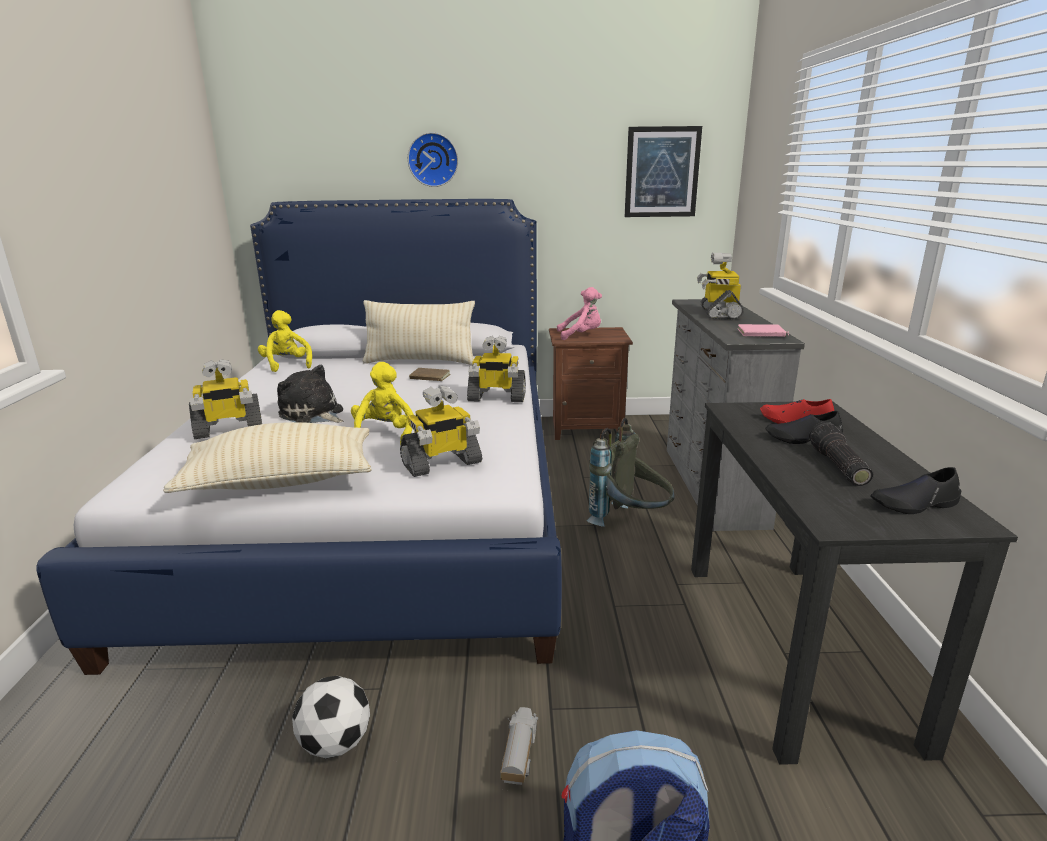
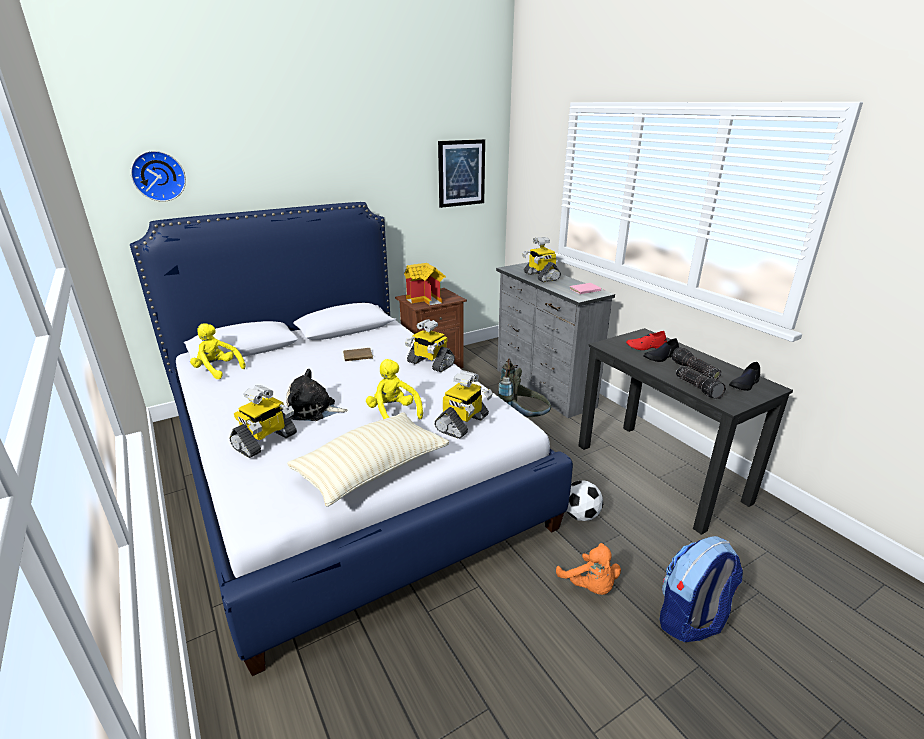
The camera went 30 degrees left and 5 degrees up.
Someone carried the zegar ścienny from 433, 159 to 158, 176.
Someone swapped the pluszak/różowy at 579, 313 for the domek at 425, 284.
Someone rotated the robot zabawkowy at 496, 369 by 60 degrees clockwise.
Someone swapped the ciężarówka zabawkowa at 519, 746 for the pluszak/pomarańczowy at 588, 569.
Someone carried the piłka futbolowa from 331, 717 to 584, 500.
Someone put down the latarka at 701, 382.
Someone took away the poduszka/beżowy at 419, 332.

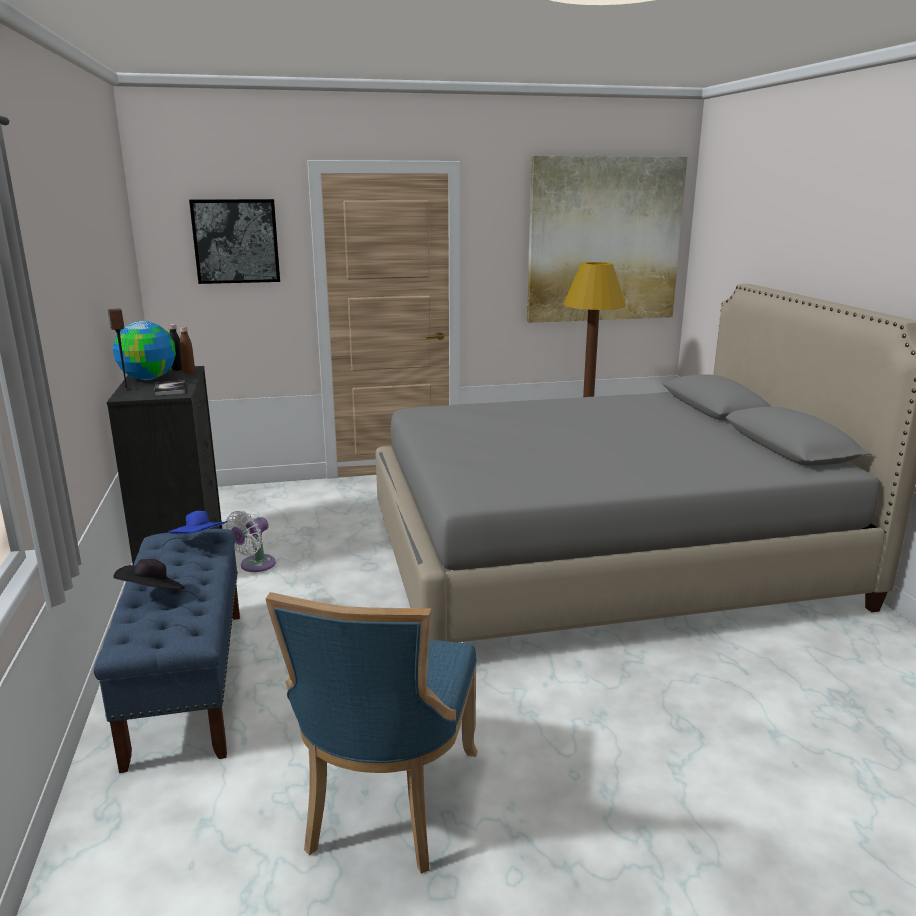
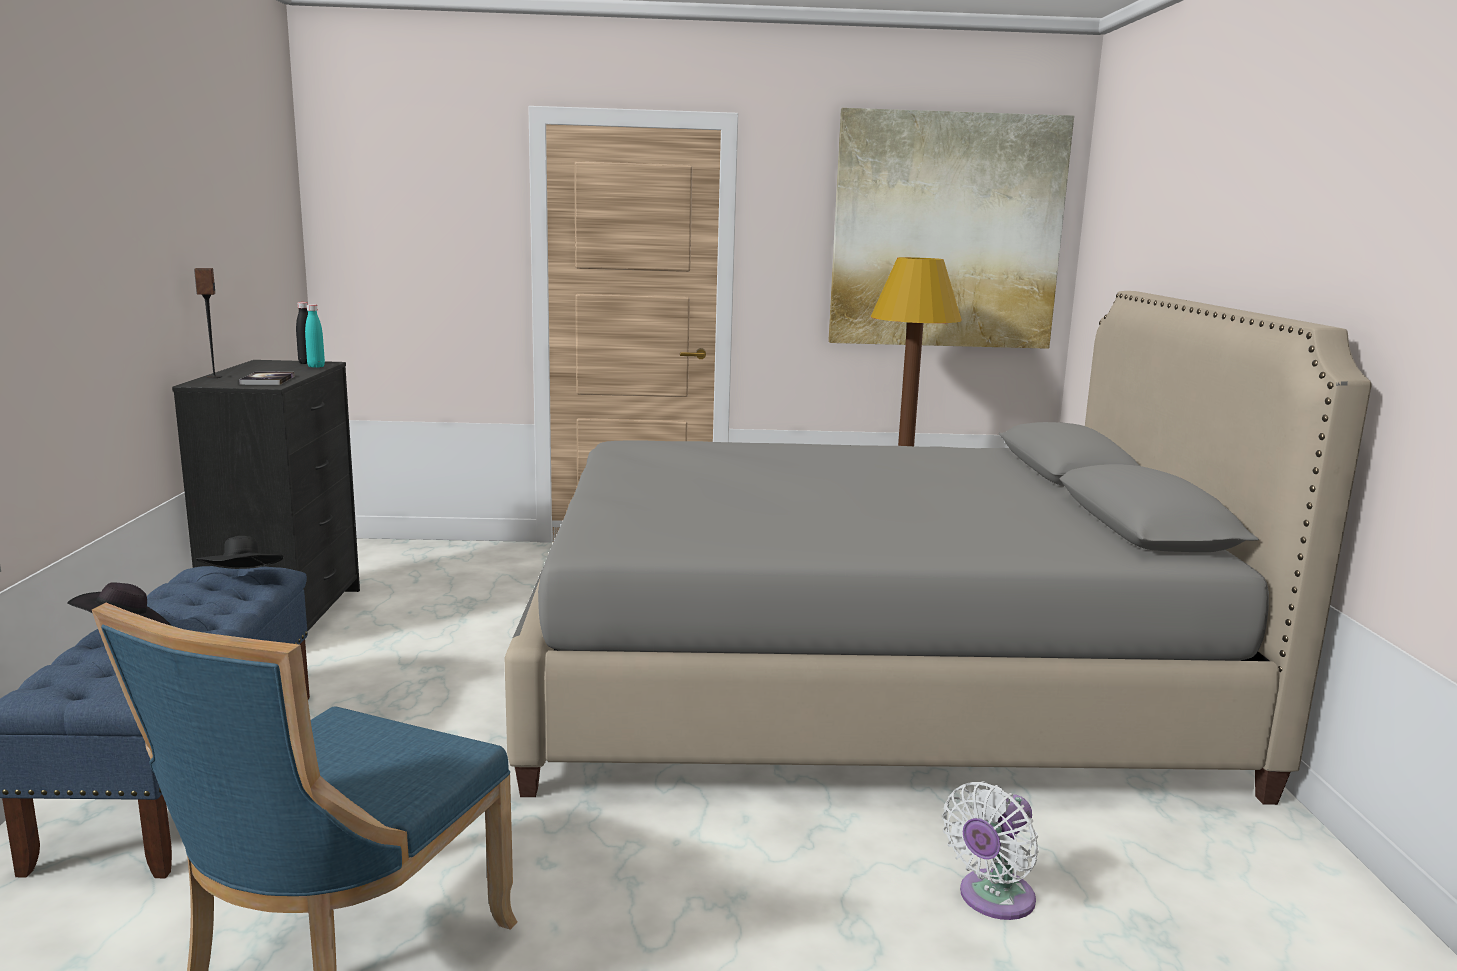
The camera went 10 degrees right and 5 degrees down.
Someone repainted the kapelusz/niebieski at 197, 522, which became the kapelusz/czarny at 239, 552.
Someone repainted the butelka/brązowy at 187, 350, which became the butelka/turkusowy at 315, 336.
Someone carried the wentylator/biały from 250, 541 to 990, 850.
Someone took away the globus at 144, 350.
Someone took away the obraz at 234, 241.

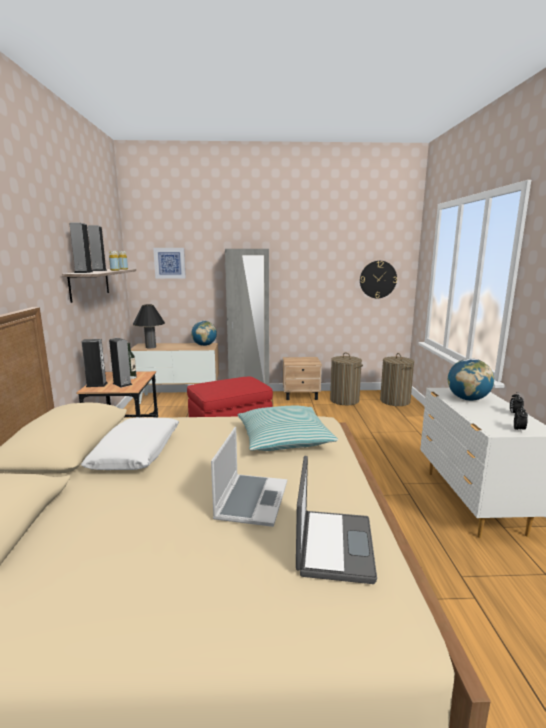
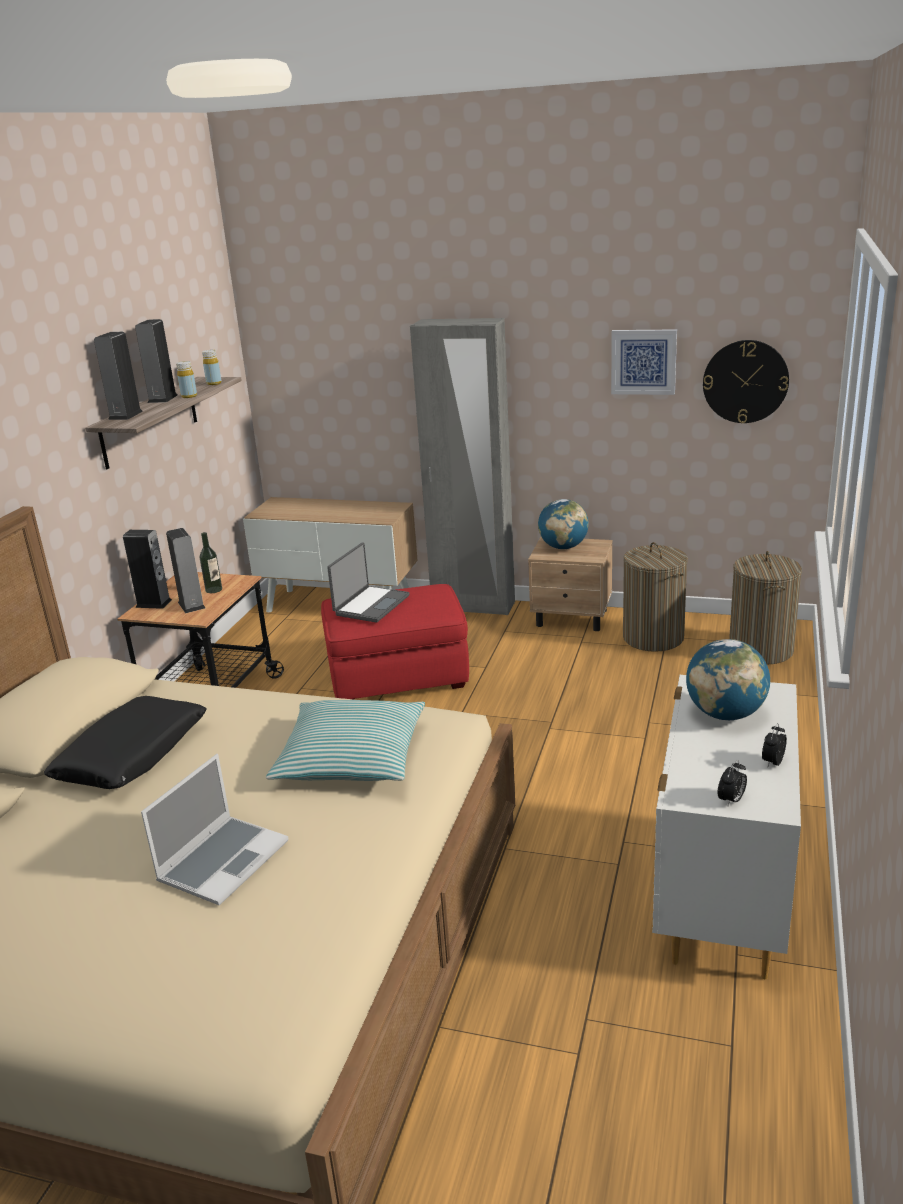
The camera went 20 degrees right and 10 degrees up.
Someone repainted the poduszka/biały at 130, 443, which became the poduszka/czarny at 125, 742.
Someone carried the laptop from 336, 520 to 368, 582.
Someone carried the globus from 204, 333 to 563, 524.
Someone carried the obraz from 169, 263 to 644, 362.
Someone took away the lampa stołowa/czarny at 149, 326.

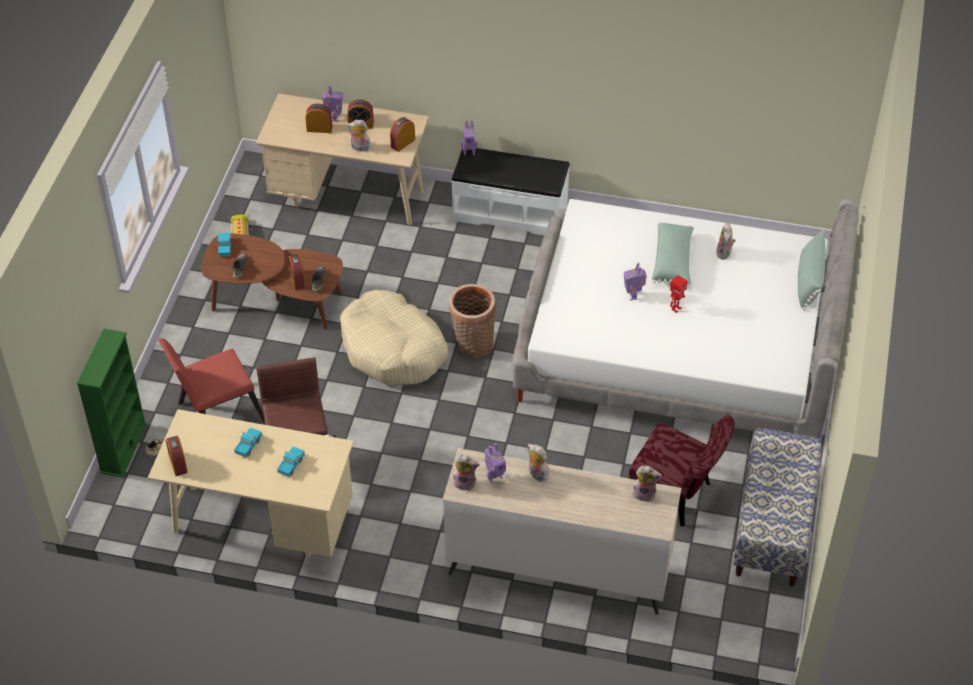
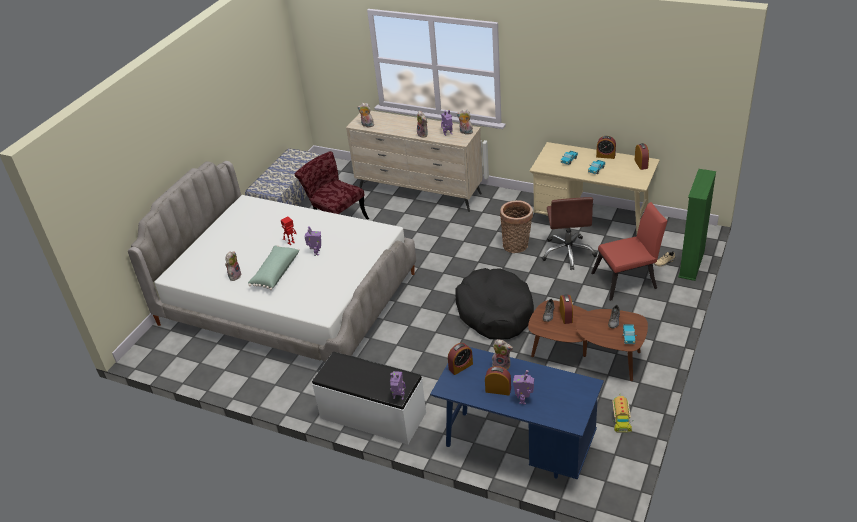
The camera went 165 degrees left and 10 degrees down.
Someone repainted the biurko/beżowy at 342, 159, which became the biurko/niebieski at 517, 413.
Someone repainted the legowisko/beżowy at 394, 337, which became the legowisko/czarny at 494, 304.
Someone carried the koszyk from 472, 320 to 516, 226.
Someone carried the budzik from 319, 118 to 606, 147.
Someone took away the poduszka/zielony at 812, 270.

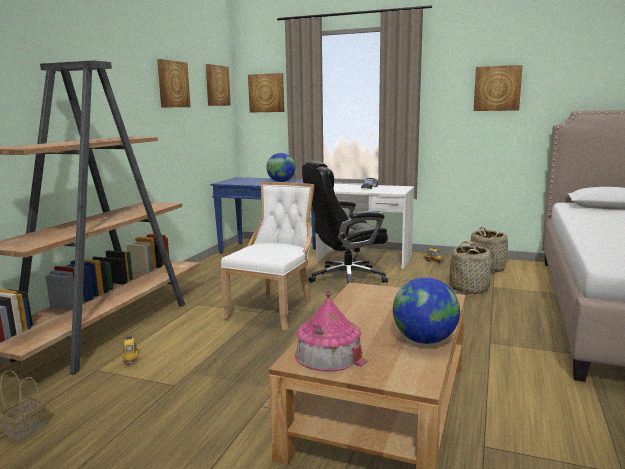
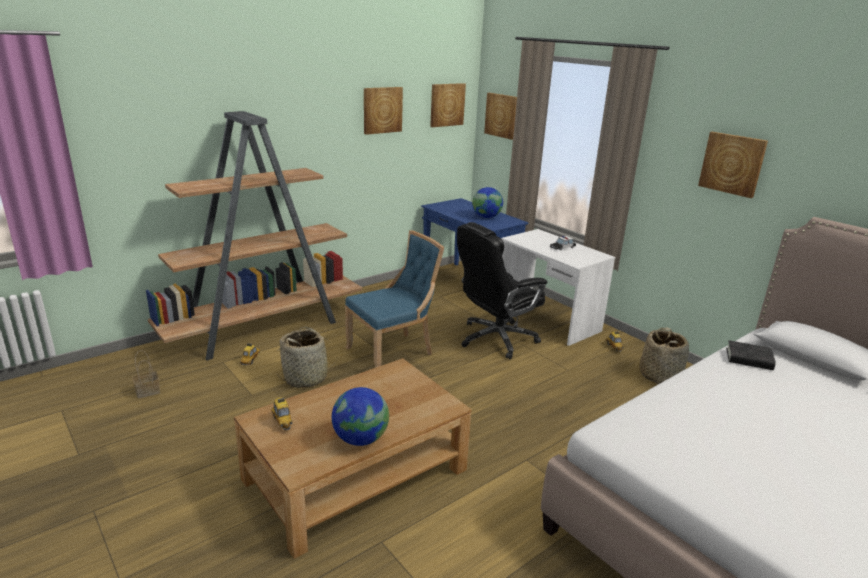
The camera went 30 degrees right and 10 degrees up.
Someone swapped the domek at 331, 331 for the samochodzik at 282, 414.
Someone carried the koszyk from 471, 267 to 307, 357.
Someone repainted the krzesło/biały at 268, 256, which became the krzesło/niebieski at 394, 299.
Someone rotated the krzesło biurowe/czarny at 345, 222 by 45 degrees counterclockwise.
Someone put down the książka/czarny at 751, 355.

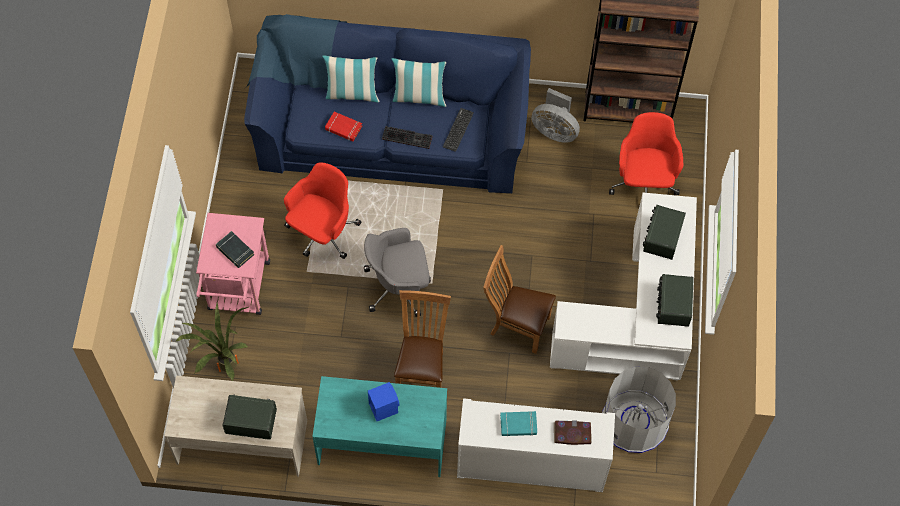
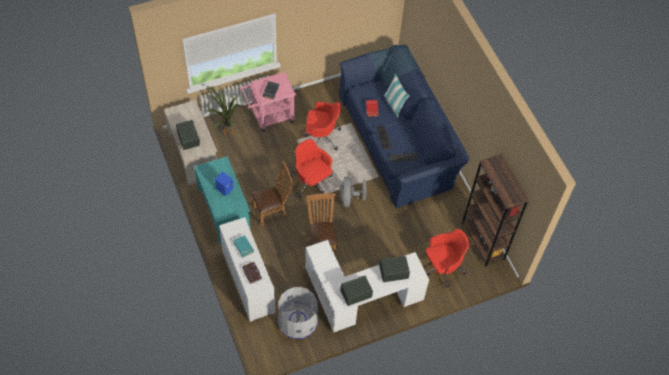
The camera went 60 degrees right and 5 degrees down.
Someone repainted the krzesło biurowe/szary at 397, 272, which became the krzesło biurowe/czerwony at 312, 168.
Someone carried the wentylator/szary from 555, 115 to 353, 192.
Someone took away the poduszka at 419, 82.

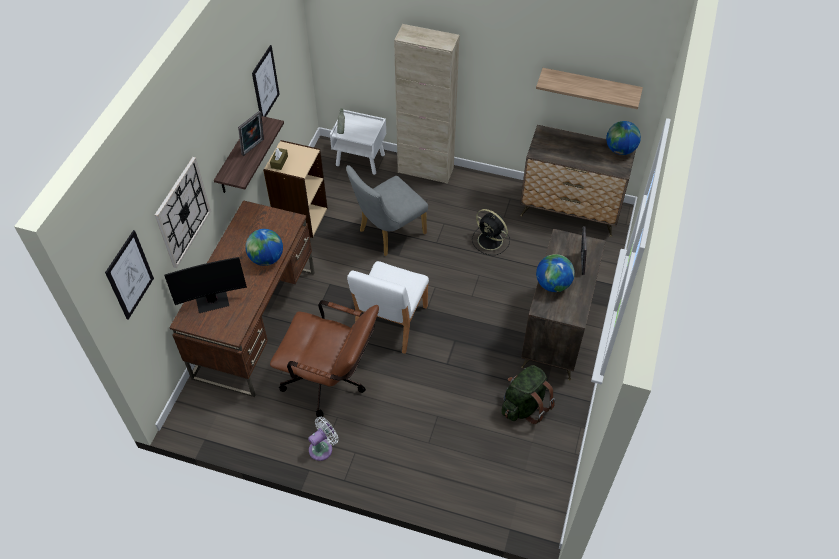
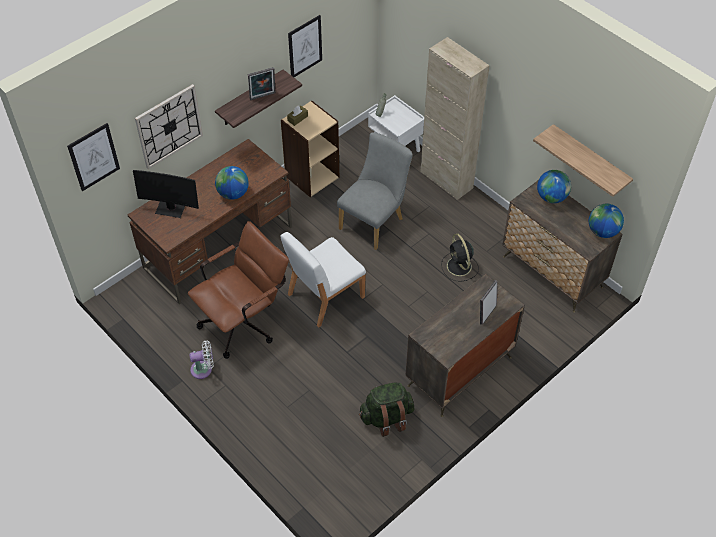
The camera went 30 degrees right and 0 degrees up.
Someone rotated the krzesło biurowe/brązowy at 324, 359 by 90 degrees counterclockwise.
Someone rotated the krzesło/szary at 387, 210 by 135 degrees clockwise.
Someone carried the globus from 555, 273 to 554, 186.

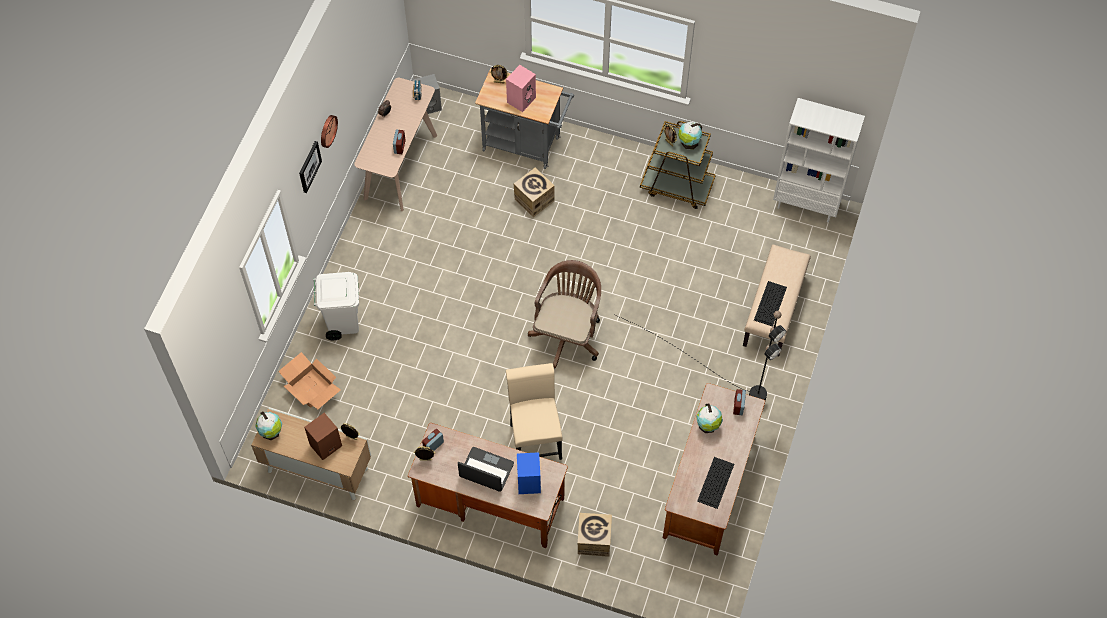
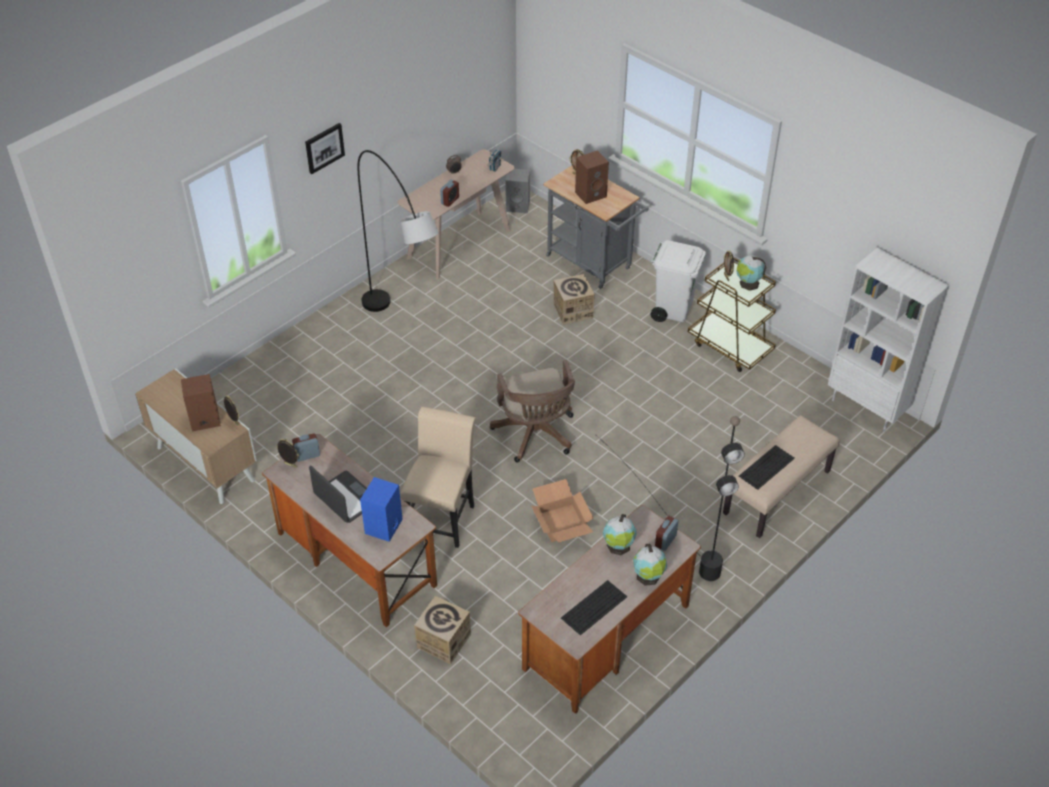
The camera went 25 degrees right and 15 degrees down.
Someone put down the lampa stojąca/szary at 398, 231.
Someone rotated the krzesło biurowe/brązowy at 564, 314 by 120 degrees clockwise.
Someone carried the karton from 309, 380 to 562, 511.
Someone repainted the głośnik/różowy at 521, 88, which became the głośnik/brązowy at 592, 177.
Someone carried the globus from 268, 426 to 650, 565.
Someone carried the kosz na śmieci/biały from 336, 306 to 678, 281.
Someone took away the zegar ścienny at 329, 131.

